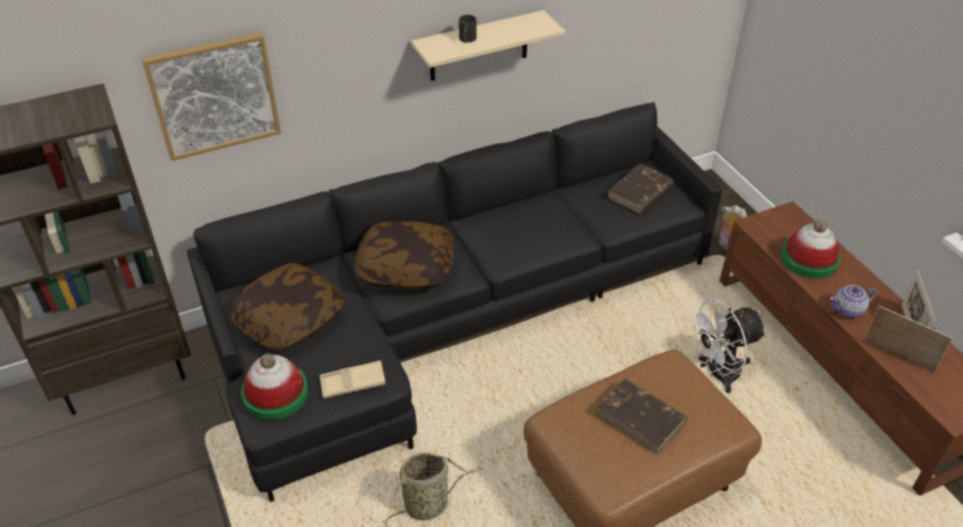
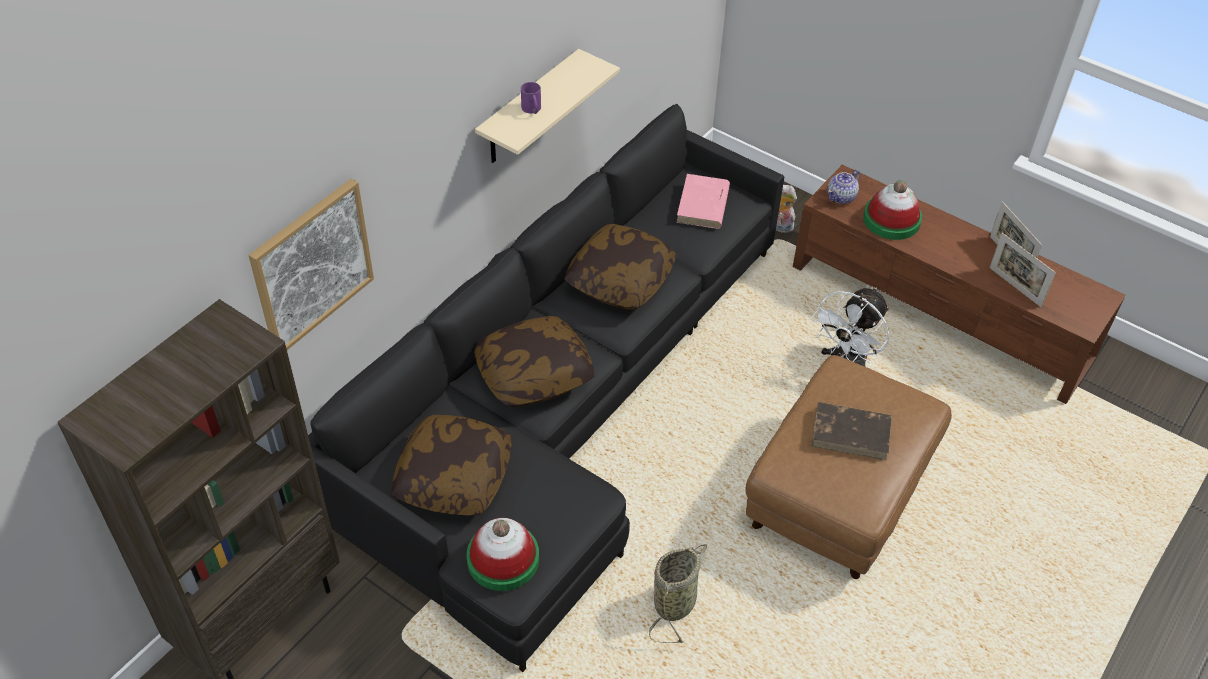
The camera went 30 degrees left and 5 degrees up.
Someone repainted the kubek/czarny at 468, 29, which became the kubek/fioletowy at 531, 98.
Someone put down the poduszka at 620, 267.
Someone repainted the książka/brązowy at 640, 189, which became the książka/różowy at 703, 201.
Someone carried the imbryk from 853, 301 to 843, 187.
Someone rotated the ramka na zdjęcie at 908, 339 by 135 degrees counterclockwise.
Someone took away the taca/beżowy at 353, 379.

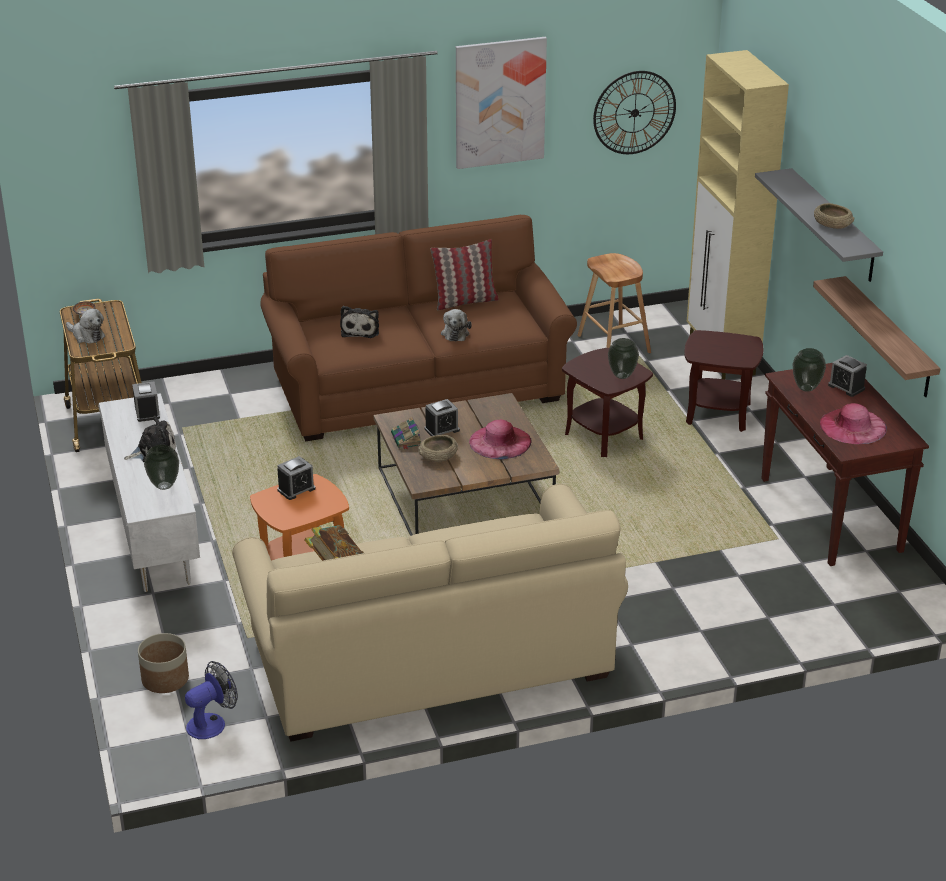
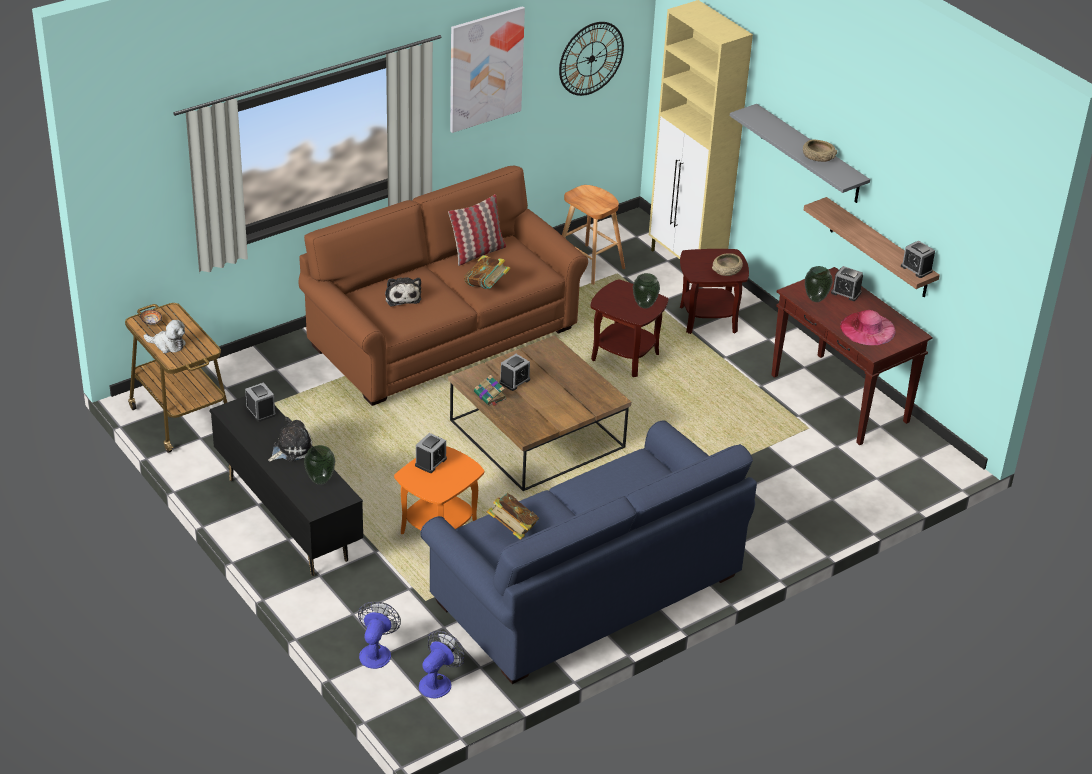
The camera went 20 degrees left and 5 degrees up.
Someone repainted the szafka pod telewizor/biały at 149, 492, which became the szafka pod telewizor/czarny at 286, 486.
Someone swapped the donica at 163, 663 for the wentylator at 379, 635.
Someone repainted the kanapa/beżowy at 430, 613, which became the kanapa/niebieski at 588, 552.
Someone swapped the pluszak at 456, 325 for the książka at 487, 272.
Someone carried the miska/beżowy from 438, 448 to 727, 264.
Someone put down the budzik at 918, 259.
Someone took away the kapelusz/różowy at 500, 439.

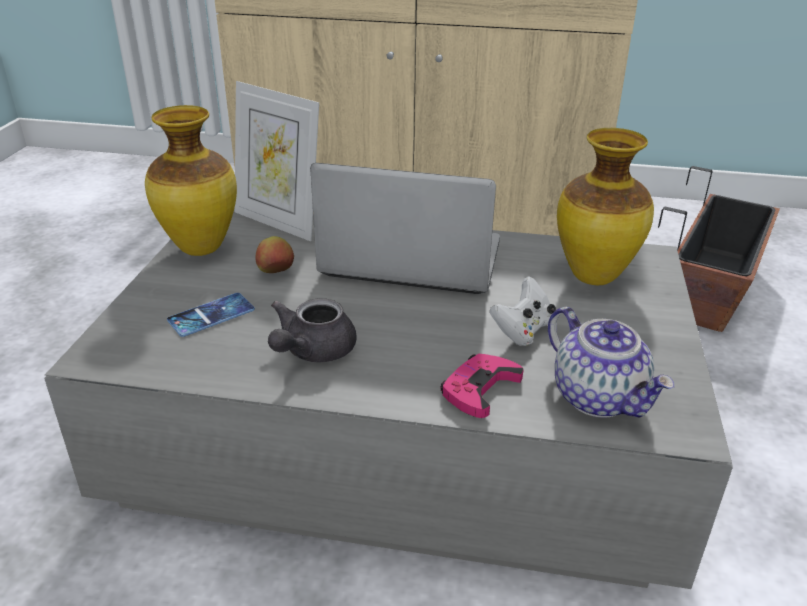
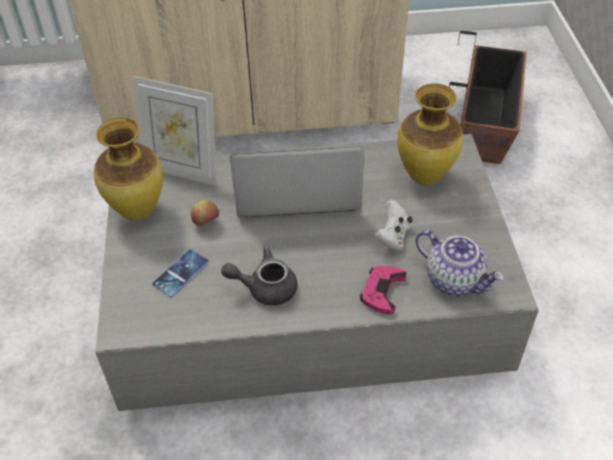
The camera went 15 degrees left and 15 degrees up.
Someone rotated the imbryk/szary at 312, 330 by 75 degrees clockwise.

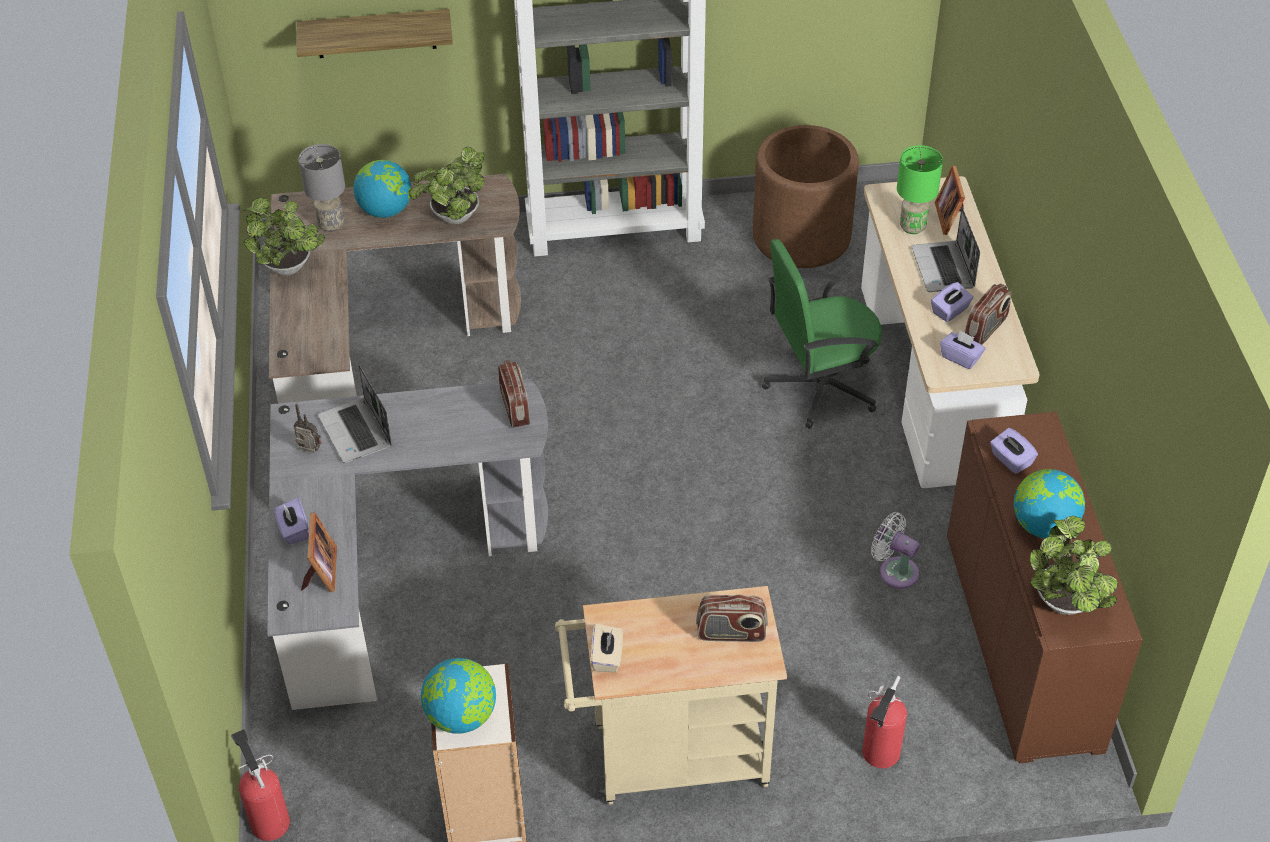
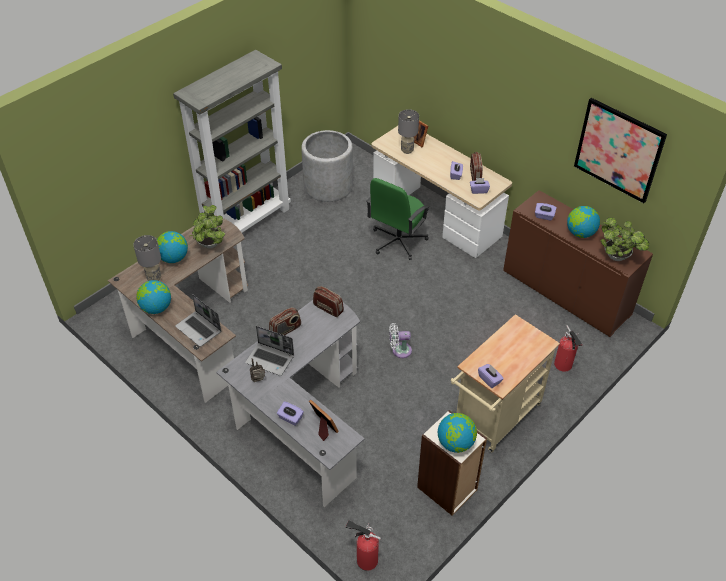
The camera went 40 degrees left and 0 degrees up.
Someone swapped the roślina doniczkowa at 284, 236 for the globus at 153, 297.
Someone carried the laptop from 945, 249 to 198, 320.
Someone carried the radio from 732, 618 to 285, 321.
Someone repainted the donica/brązowy at 806, 196, which became the donica/szary at 327, 166.
Someone carried the wentylator/biały from 895, 550 to 400, 340.
Someone repainted the lampa stołowa/zielony at 920, 189, which became the lampa stołowa/szary at 408, 131.
Someone repainted the pudełko chusteczek/beżowy at 607, 648, which became the pudełko chusteczek/fioletowy at 491, 376.
Someone put up the obraz at 620, 150.
Someone took away the półka at 374, 33.

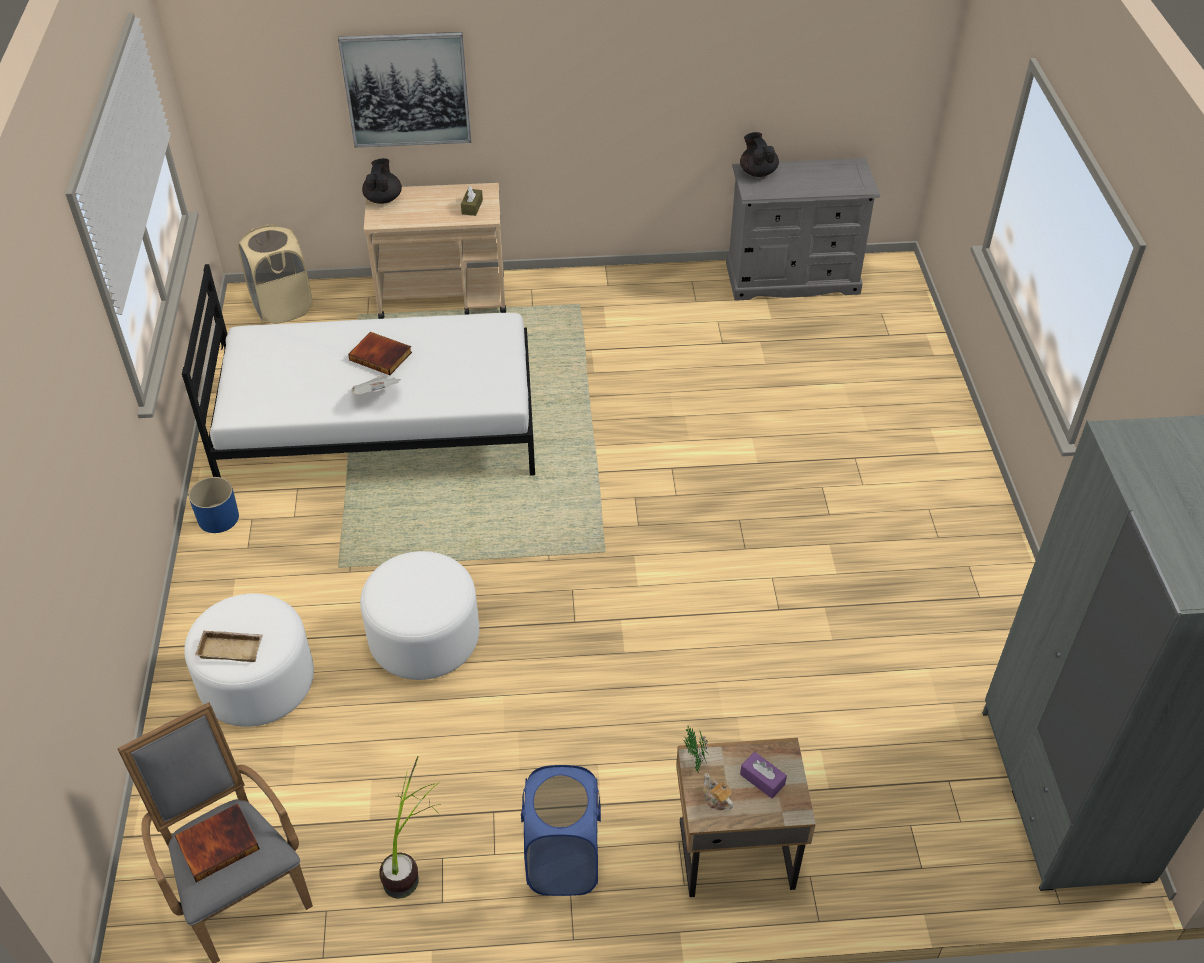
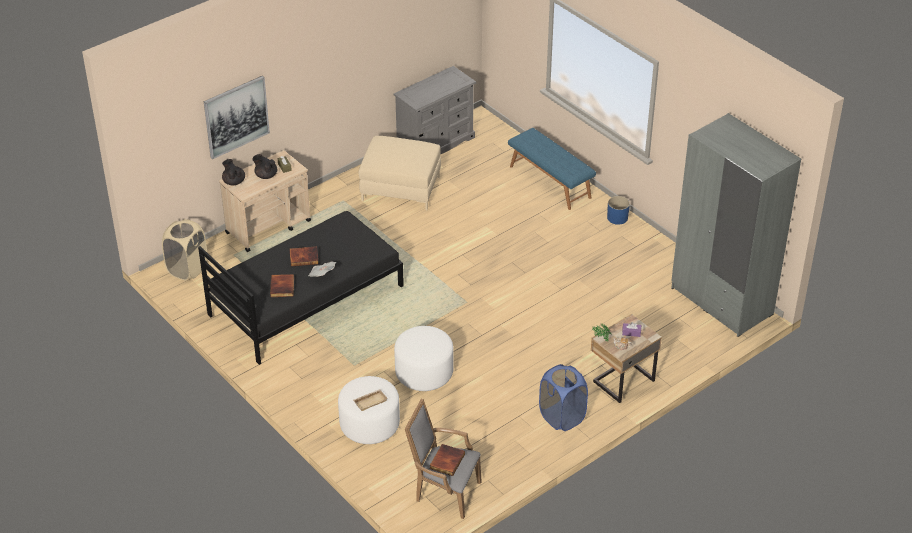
The camera went 35 degrees left and 5 degrees down.
Someone repainted the łóżko/biały at 358, 370, which became the łóżko/czarny at 301, 288.
Someone carried the imbryk/czarny from 759, 154 to 264, 166.
Someone put down the książka at 282, 285.
Someone put down the pufa/beżowy at 399, 173.
Someone put down the ławka/niebieski at 552, 169.
Someone carried the donica/niebieski from 214, 505 to 618, 210.
Someone took away the roślina doniczkowa at 409, 827.

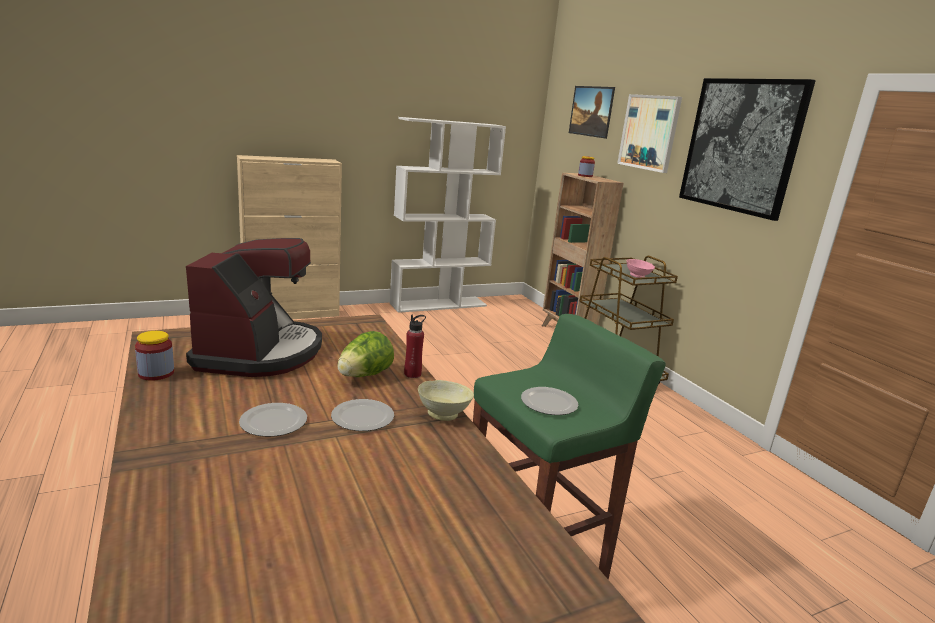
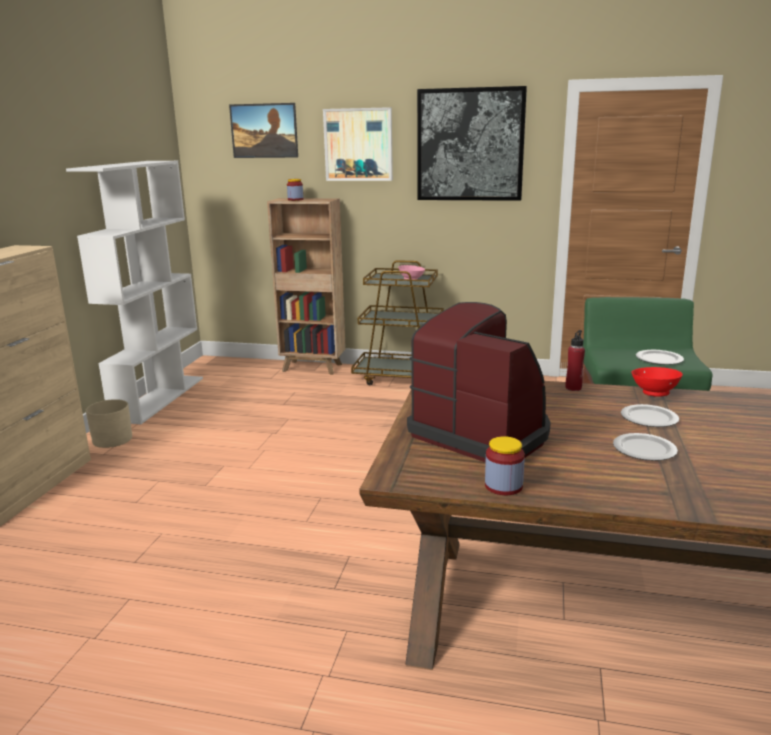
The camera went 50 degrees left and 0 degrees up.
Someone put down the donica/beżowy at 109, 423.
Someone repainted the miska/beżowy at 446, 400, which became the miska/czerwony at 657, 382.
Someone took away the sałata at 365, 354.

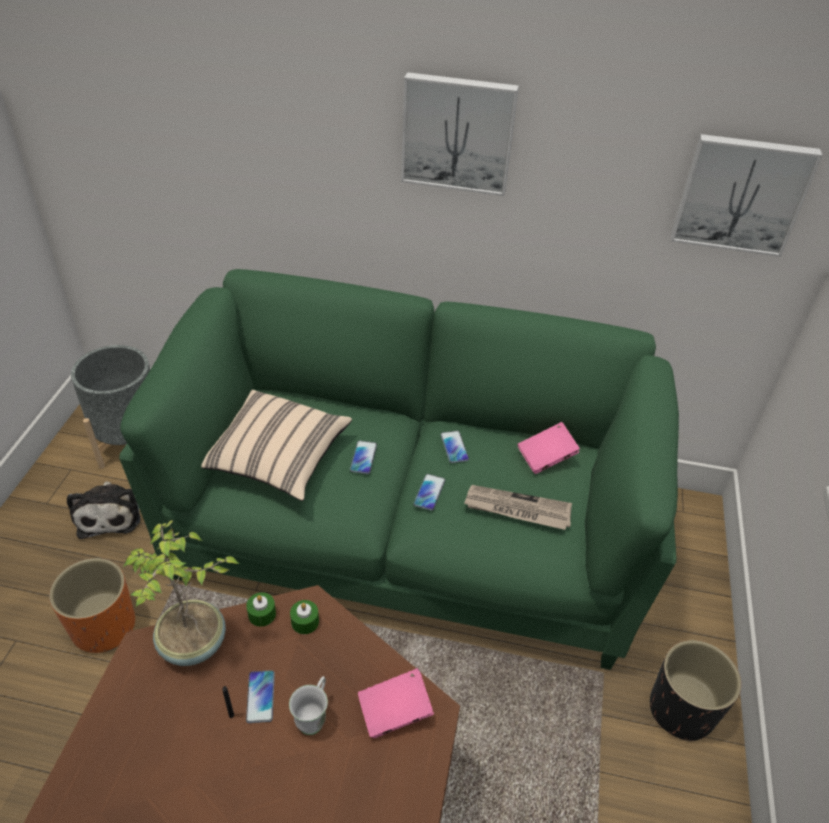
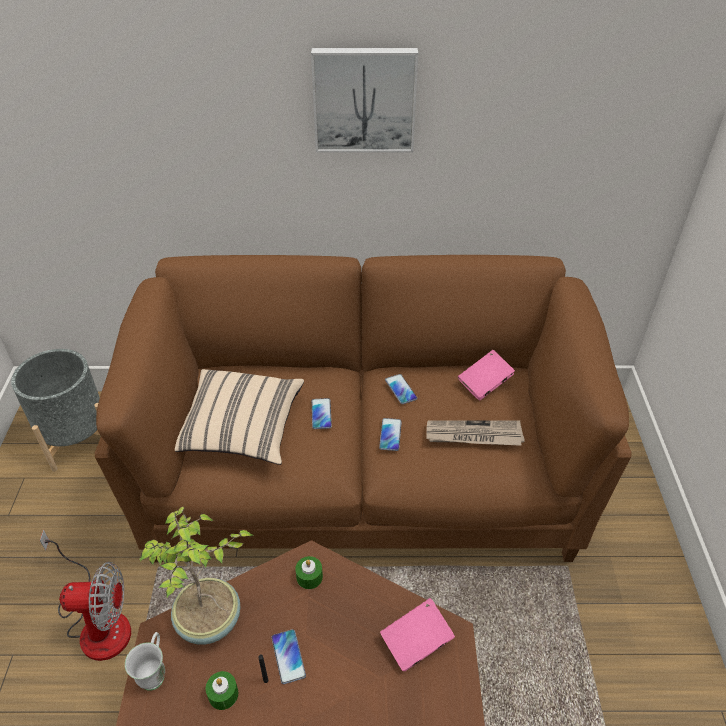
The camera went 10 degrees left and 0 degrees up.
Someone swapped the donica/pomarańczowy at 92, 605 for the wentylator at 85, 595.
Someone repainted the kanapa/zielony at 399, 469, which became the kanapa/brązowy at 363, 408.
Someone carried the kubek/biały from 308, 705 to 145, 661.
Someone carried the świeca/zielony from 261, 609 to 222, 690.
Someone took away the pluszak at 104, 510.
Someone took away the donica/czarny at 695, 690.
Someone took away the obraz at 746, 195.

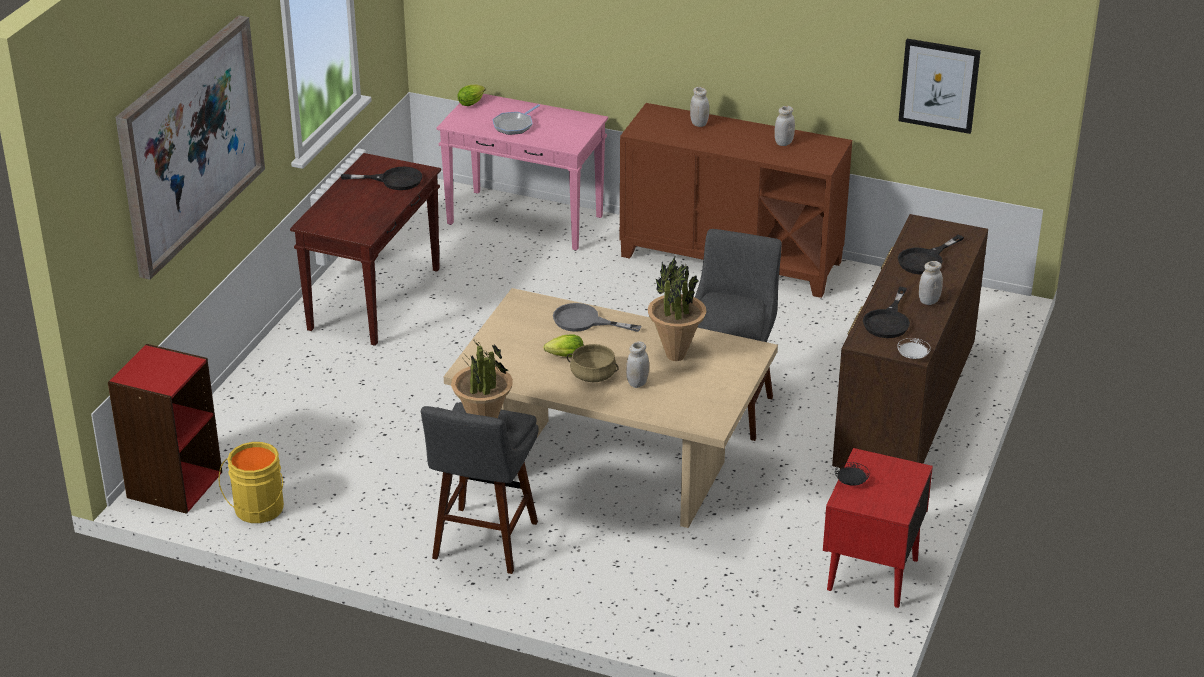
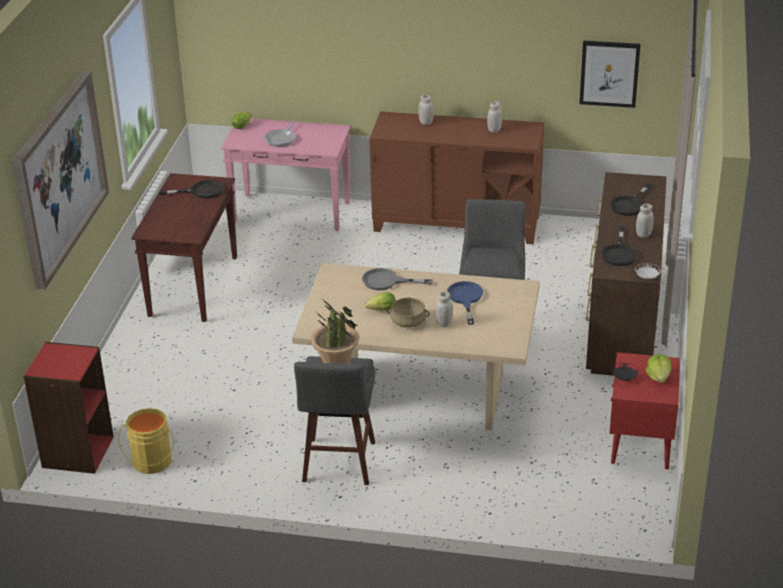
The camera went 10 degrees left and 0 degrees up.
Someone swapped the roślina doniczkowa at 677, 309 for the patelnia/niebieski at 465, 303.
Someone put down the sałata at 658, 368.

